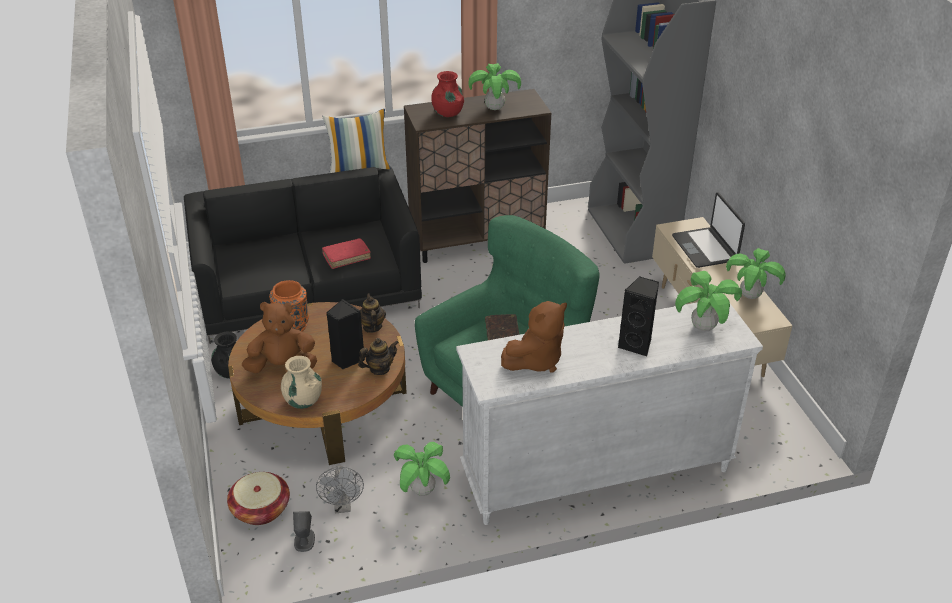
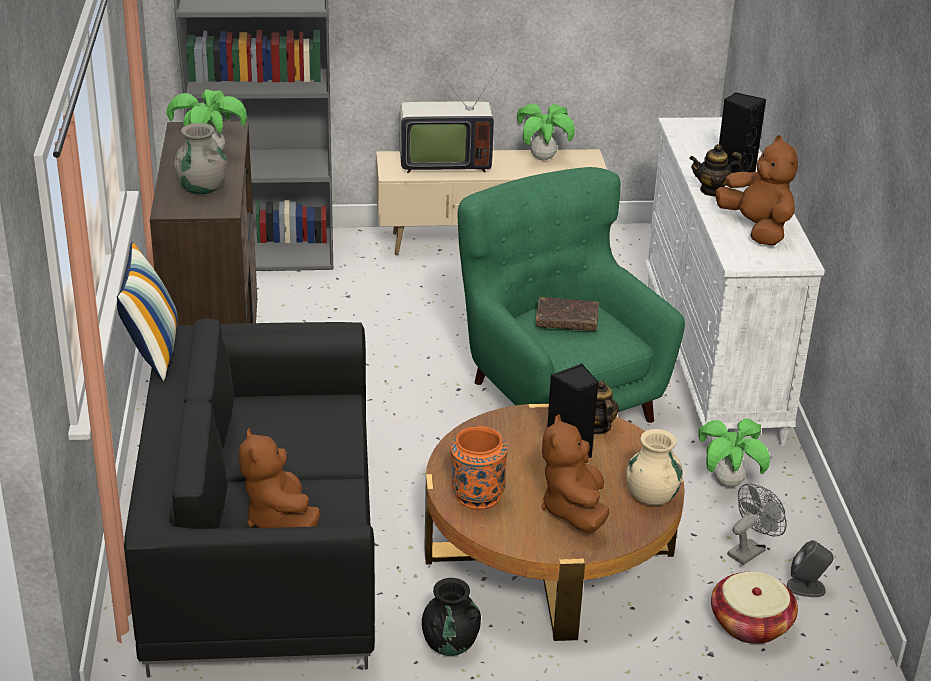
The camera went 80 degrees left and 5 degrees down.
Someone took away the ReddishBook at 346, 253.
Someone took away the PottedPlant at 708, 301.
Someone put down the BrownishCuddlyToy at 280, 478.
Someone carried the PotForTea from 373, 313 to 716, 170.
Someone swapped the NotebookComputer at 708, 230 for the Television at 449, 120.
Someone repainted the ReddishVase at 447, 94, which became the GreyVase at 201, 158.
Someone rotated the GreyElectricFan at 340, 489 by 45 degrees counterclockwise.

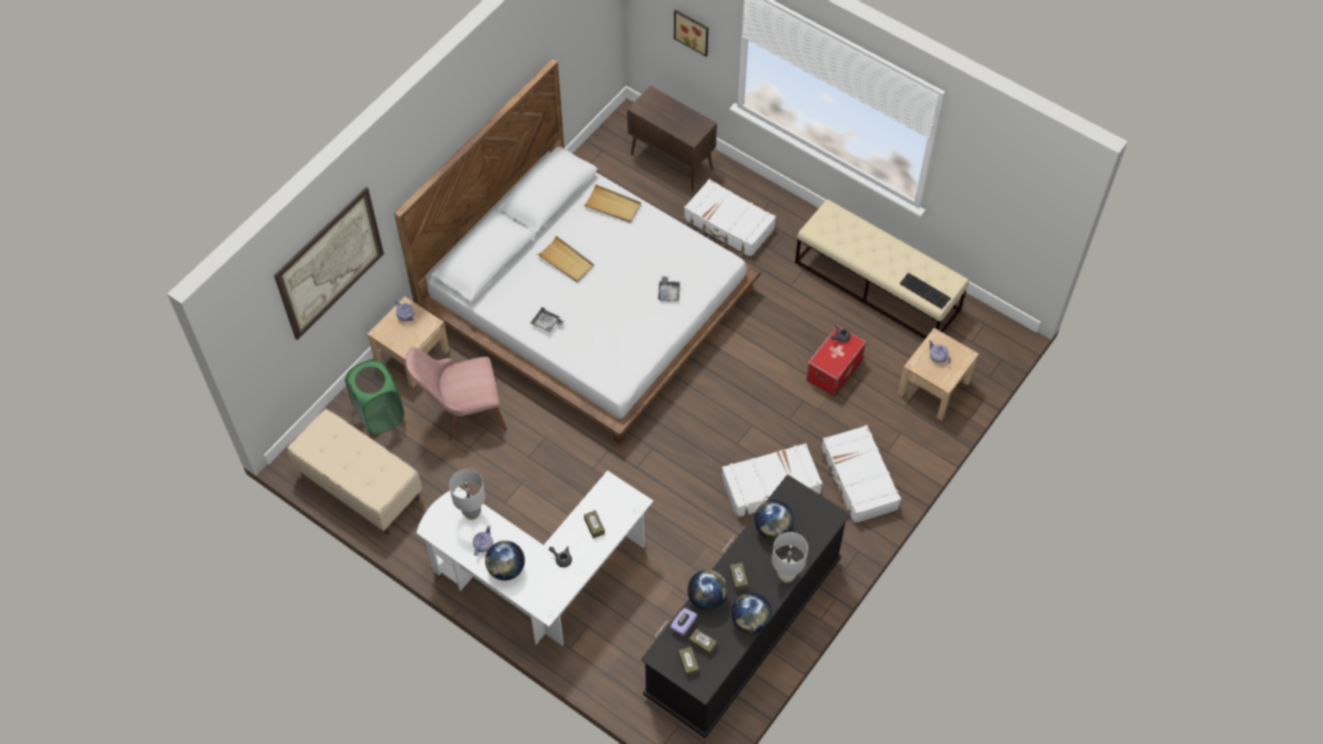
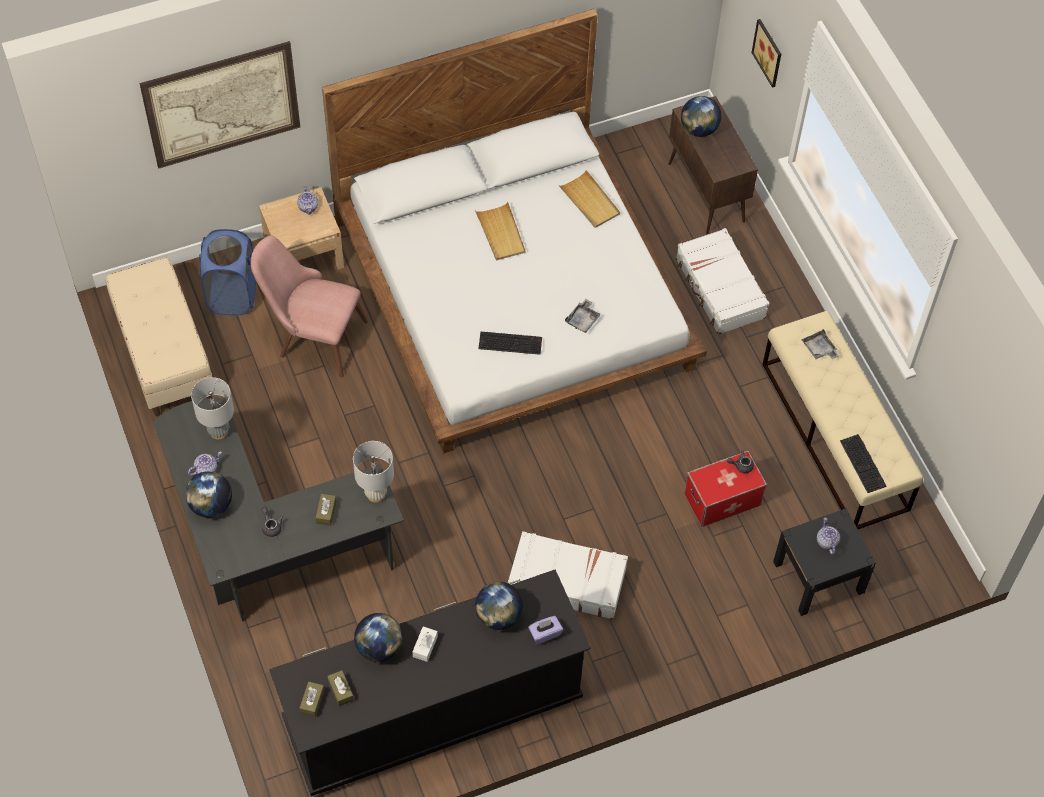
The camera went 30 degrees right and 0 degrees up.
Someone took away the WhiteColouredTravelCase at 861, 474.
Someone put down the PcKeyboard at 510, 343.
Someone carried the GreyTray from 548, 319 to 820, 344.
Someone carried the PurpleBoxOfTissues from 683, 622 to 545, 630.
Someone carried the DeskGlobe from 751, 613 to 701, 116.
Someone carried the WhiteColouredTableLamp from 790, 557 to 373, 472.
Someone repainted the GreenWashingBasket at 374, 397, which became the BlueWashingBasket at 227, 272.
Someone repainted the WhiteColouredDeskTable at 534, 558, which became the BlackColouredDeskTable at 278, 510.
Someone repainted the BrownishBoxOfTissues at 738, 577, which became the WhiteColouredBoxOfTissues at 425, 644.
Someone repainted the SandColouredNightstand at 938, 374, which became the BlackColouredNightstand at 824, 562.

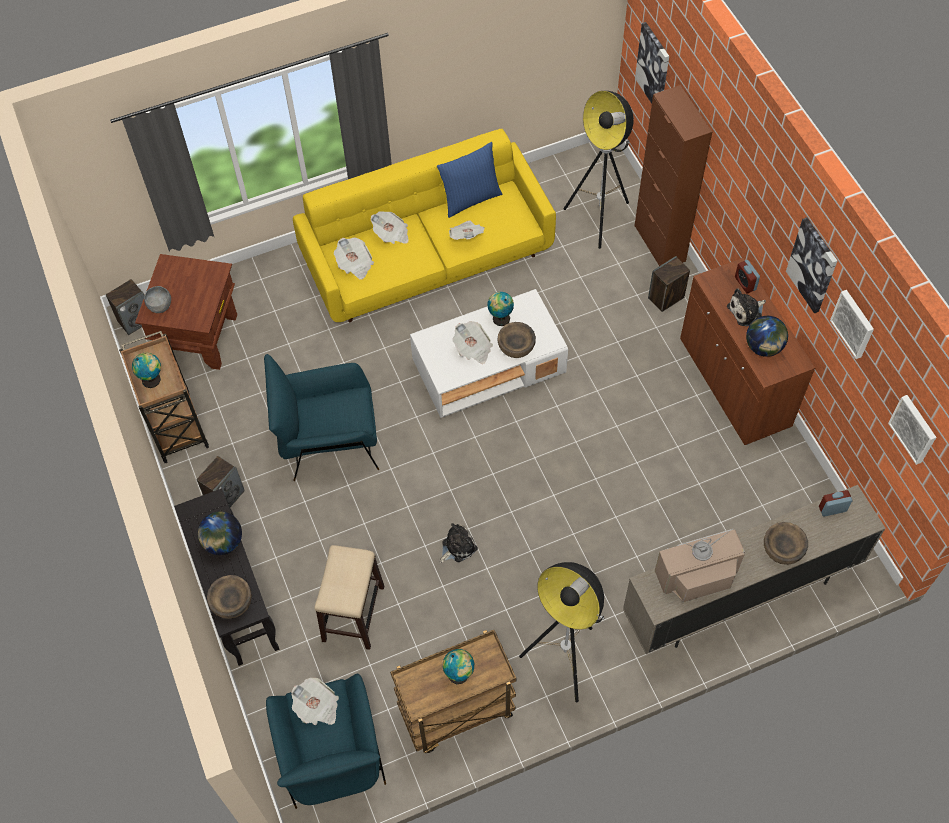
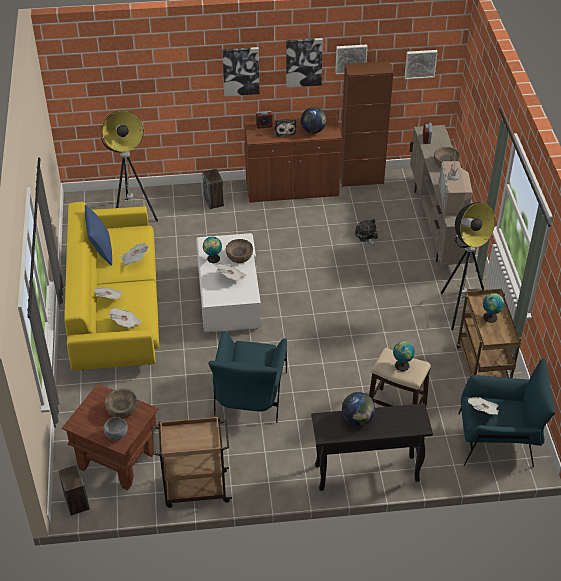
The camera went 75 degrees left and 15 degrees down.
Someone took away the Speaker at 221, 482.
Someone carried the DeskGlobe from 146, 370 to 404, 356.
Someone carried the BrownishServingBowl from 229, 597 to 121, 403.
Someone carried the CuddlyToy from 459, 543 to 366, 232.
Someone carried the Picture from 652, 63 to 240, 71.
Someone carried the BrownishCabinet from 673, 175 to 366, 124.

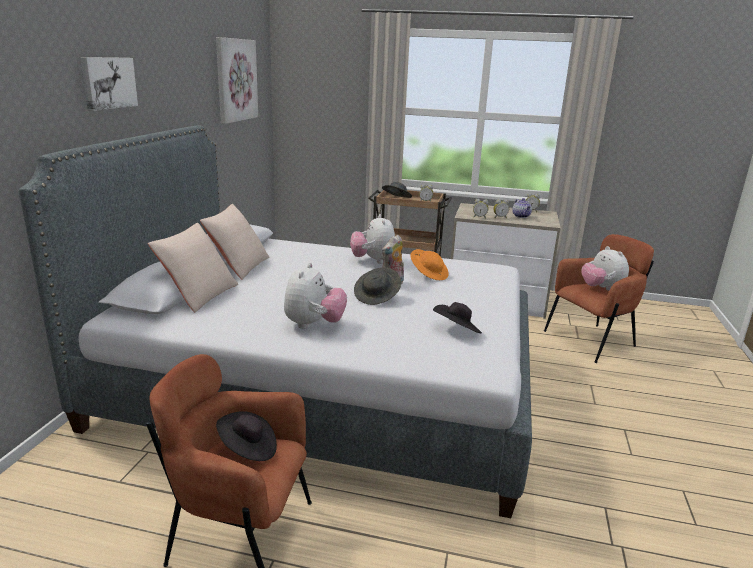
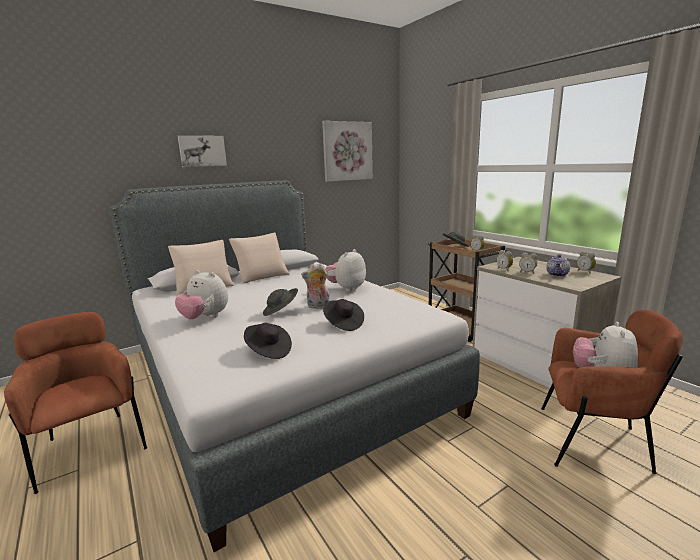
The camera went 45 degrees right and 5 degrees down.
Someone took away the OrangeWearableHat at 429, 264.
Someone carried the BlackColouredWearableHat from 246, 436 to 343, 315.
Someone rotated the CuddlyToy at 315, 296 by 60 degrees clockwise.

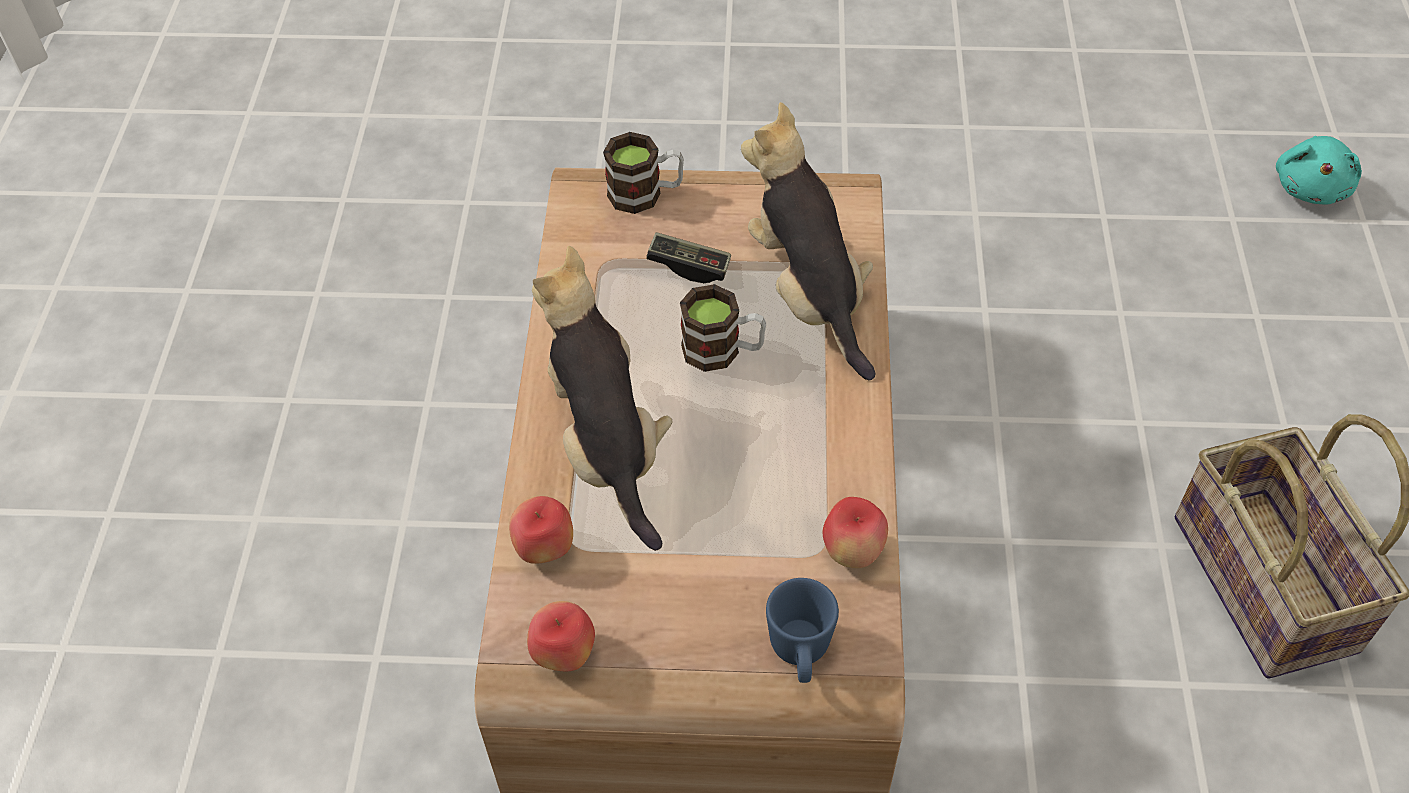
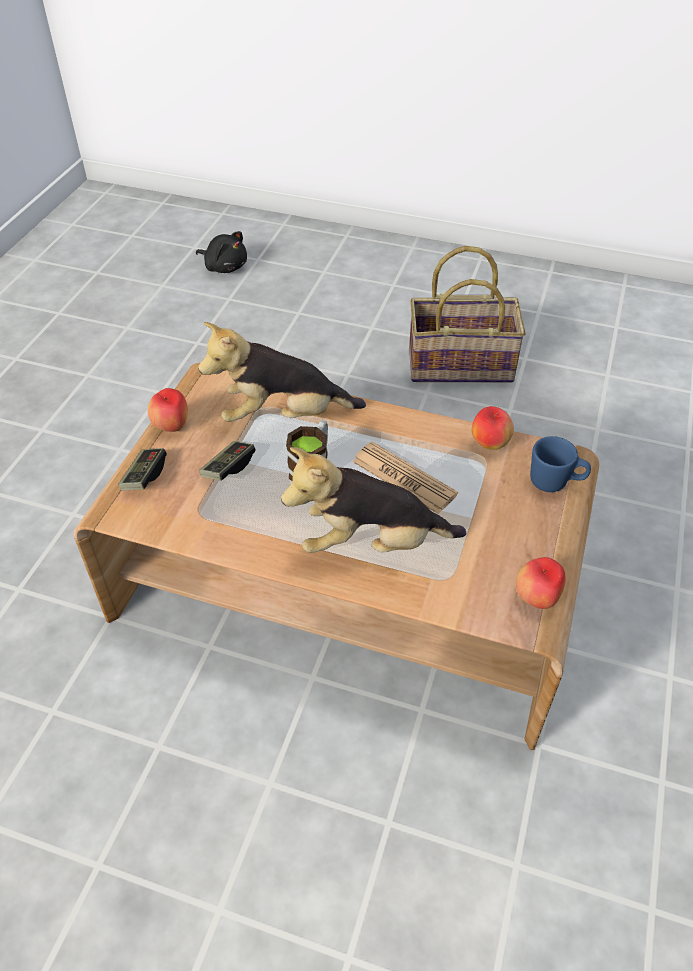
The camera went 75 degrees left and 5 degrees down.
Someone put down the Newspaper at 405, 478.
Someone carried the AppleFruit from 541, 530 to 168, 410.
Someone swapped the TeaMug at 643, 173 for the Joypad at 142, 469.
Someone repainted the TurquoiseCuddlyToy at 1319, 170, which became the BlackColouredCuddlyToy at 221, 252.

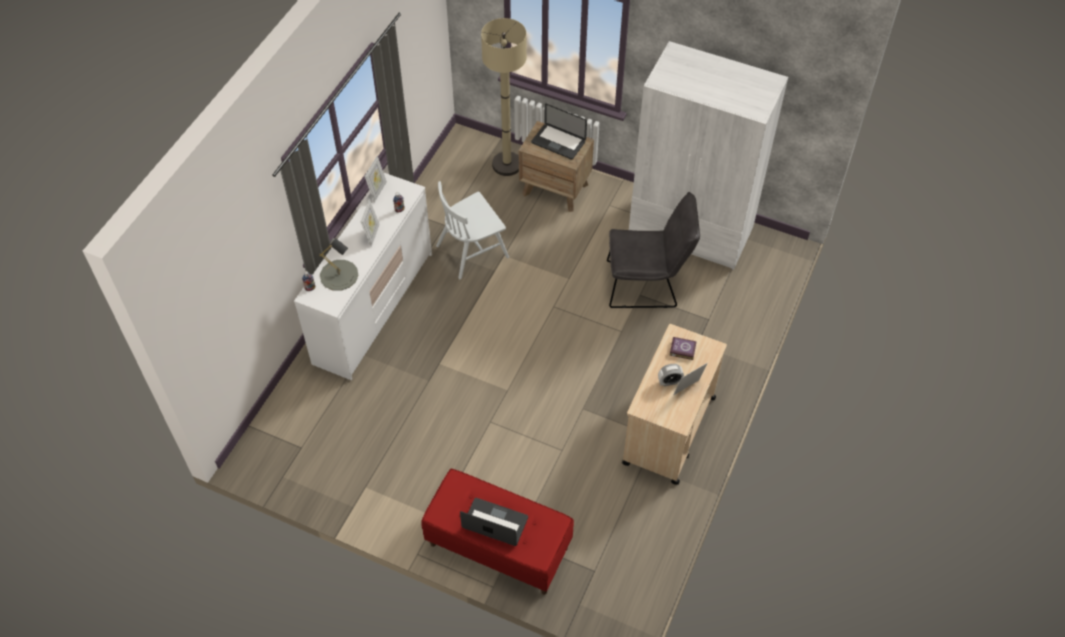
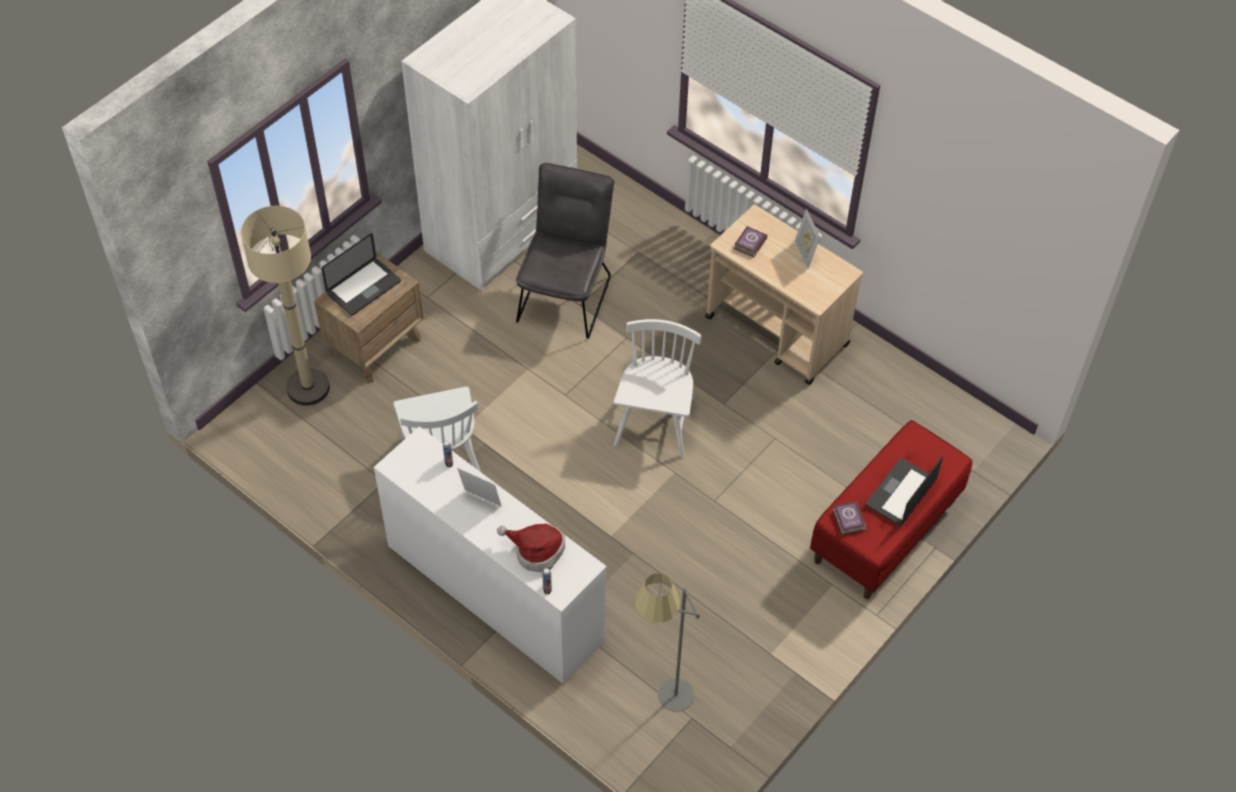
The camera went 75 degrees left and 0 degrees up.
Someone took away the PictureFrame at 375, 179.
Someone took away the BedsideClock at 671, 375.
Someone put down the WhiteColouredPlainChair at 657, 388.
Someone put down the GreyStandingLamp at 667, 642.
Someone put down the Book at 849, 518.
Someone swapped the GreyTableLamp at 339, 264 for the WearableHat at 531, 547.

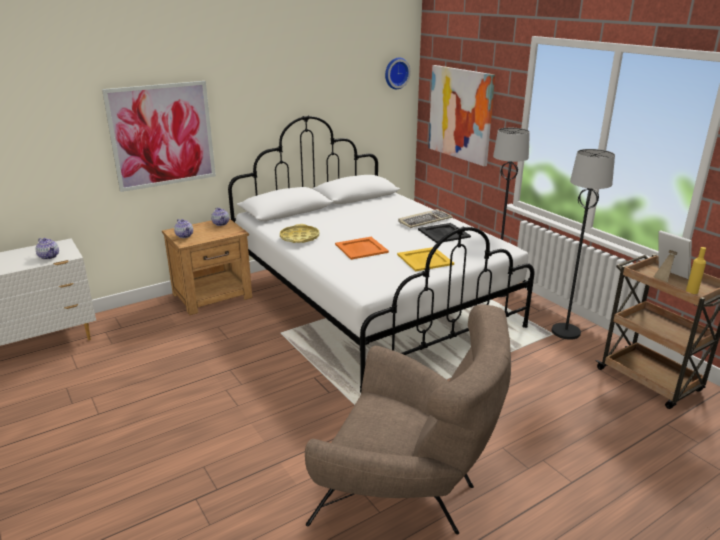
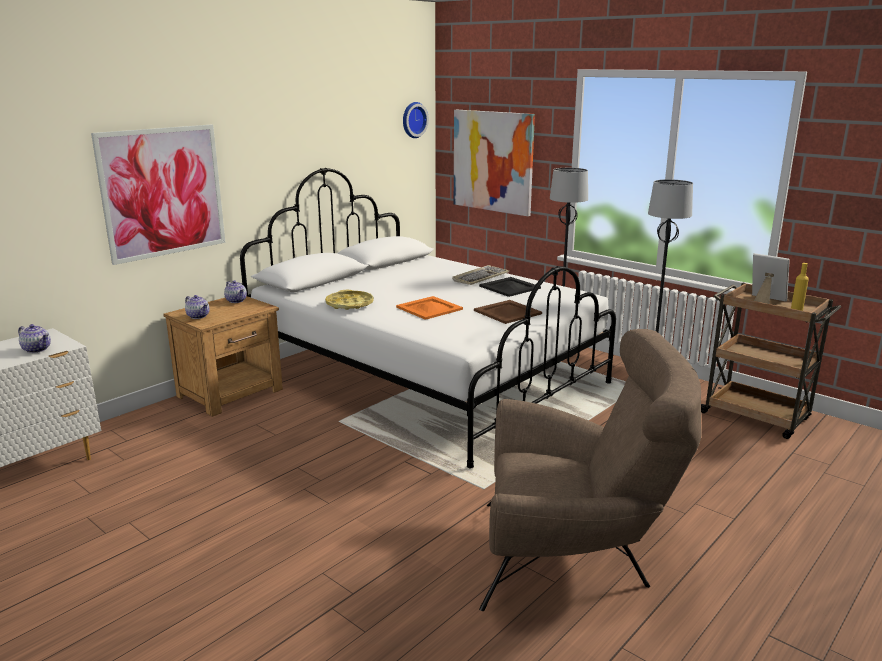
The camera went 15 degrees left and 5 degrees down.
Someone repainted the YellowishTray at 425, 259, which became the BrownishTray at 508, 312.

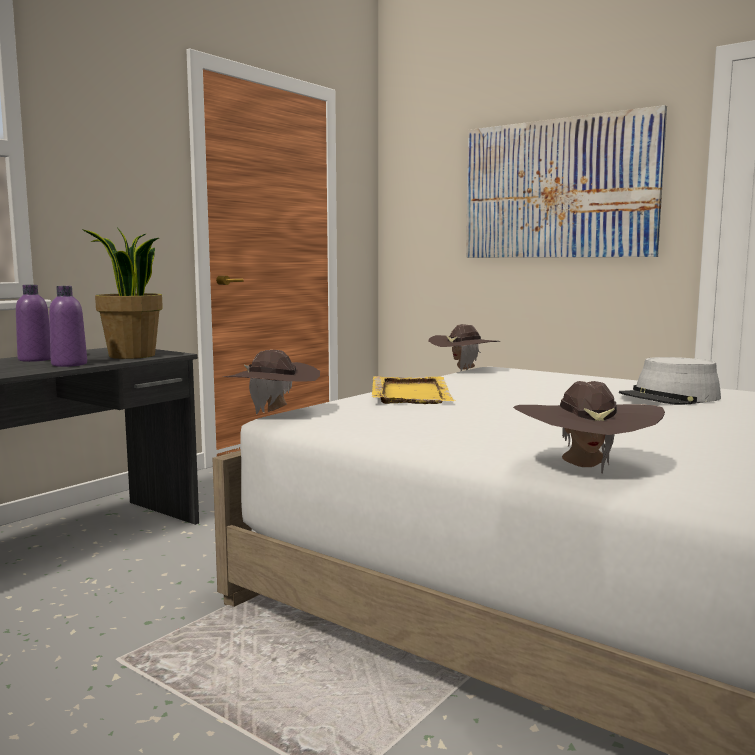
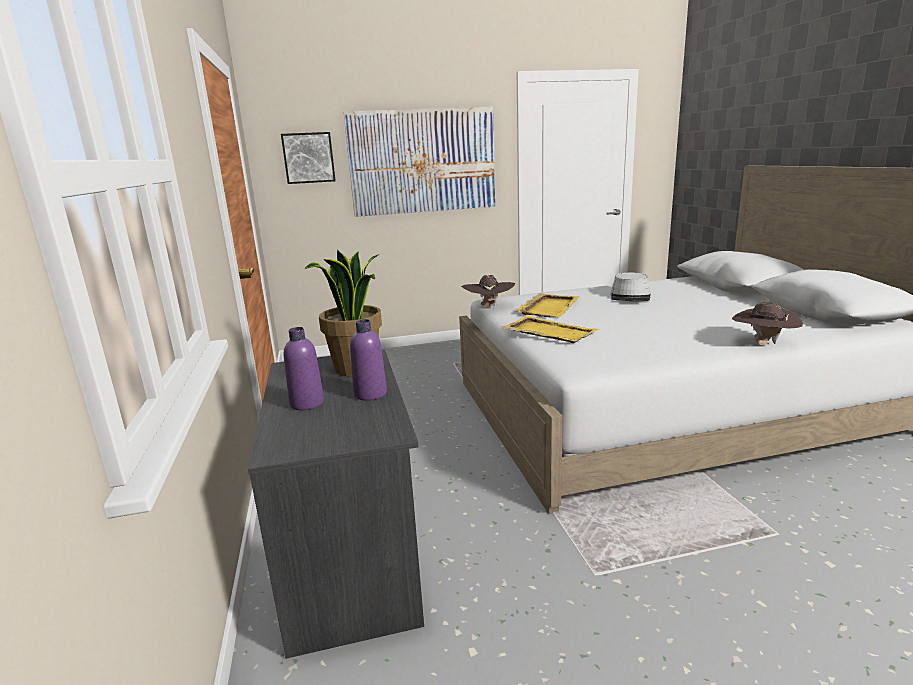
The camera went 50 degrees left and 10 degrees up.
Someone took away the BrownishWearableHat at 272, 382.
Someone put up the Picture at 308, 158.
Someone put down the YellowishTray at 548, 305.

